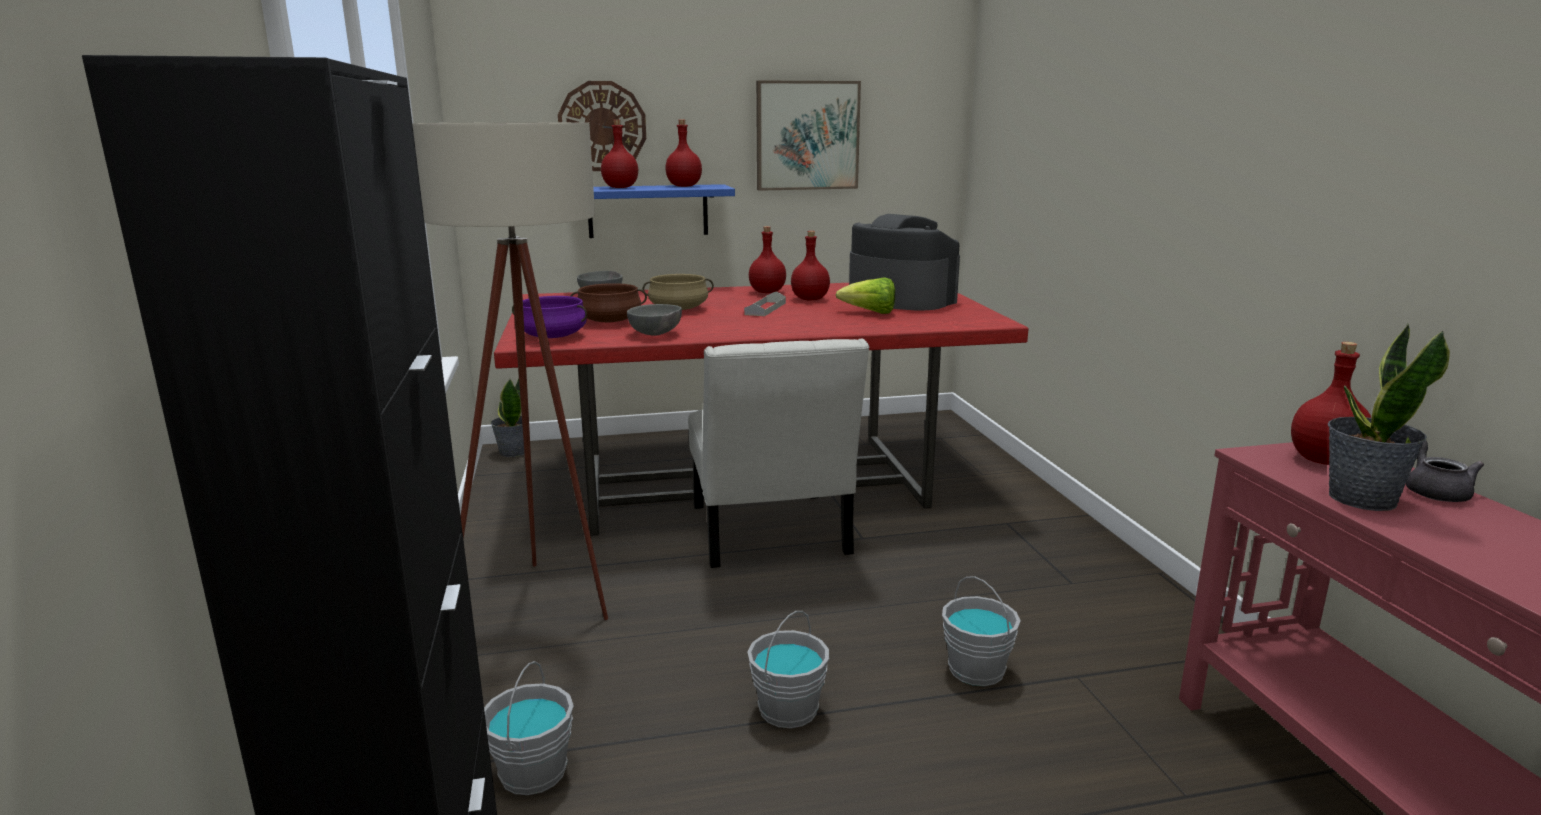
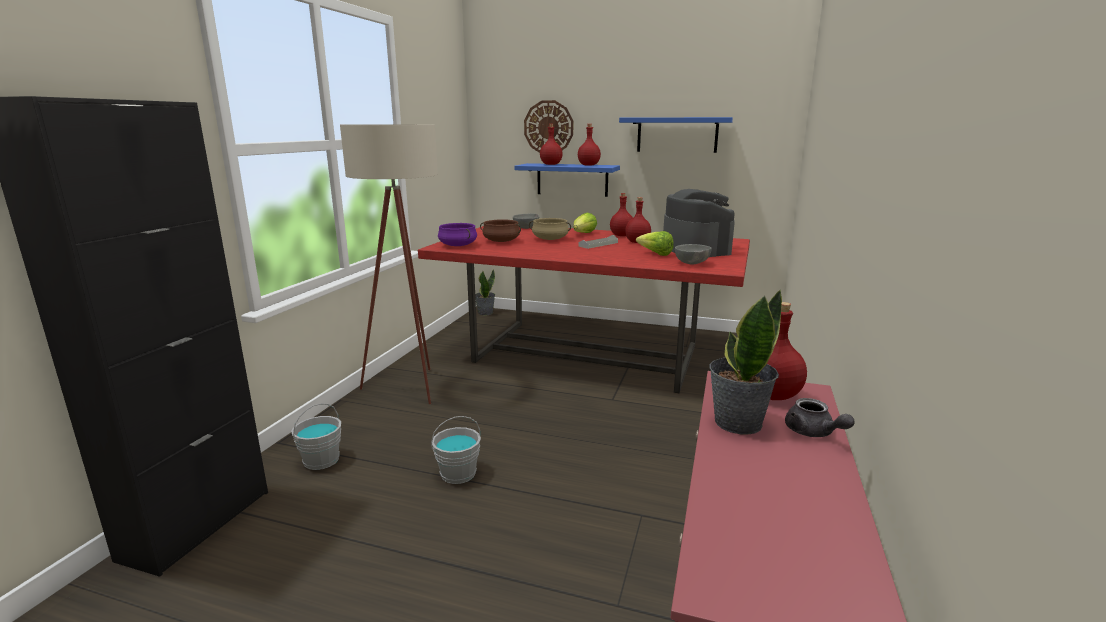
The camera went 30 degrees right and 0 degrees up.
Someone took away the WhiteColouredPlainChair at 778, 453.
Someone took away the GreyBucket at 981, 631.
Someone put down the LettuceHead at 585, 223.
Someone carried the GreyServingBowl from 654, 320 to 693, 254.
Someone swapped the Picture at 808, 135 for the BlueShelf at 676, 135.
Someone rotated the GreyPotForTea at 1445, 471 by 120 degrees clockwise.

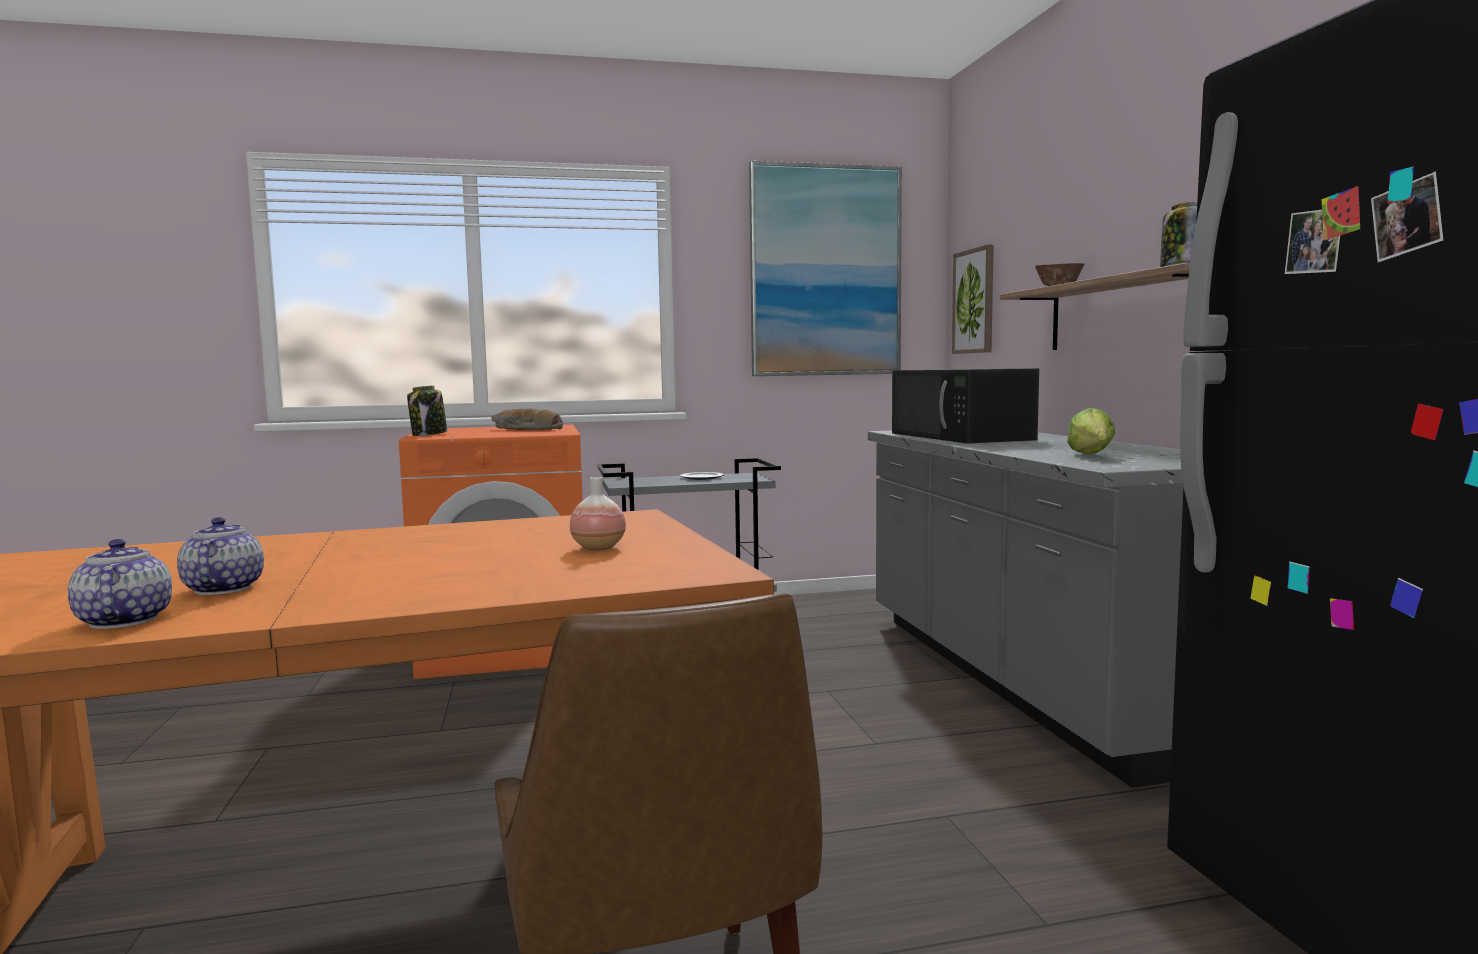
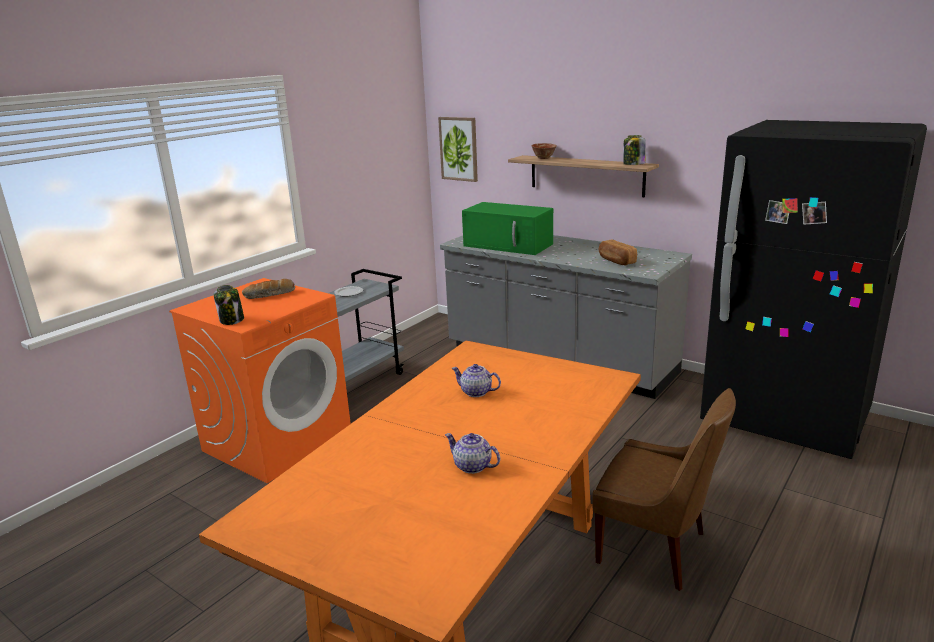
The camera went 40 degrees left and 15 degrees up.
Someone took away the Vase at 598, 514.
Someone took away the Picture at 825, 268.
Someone carried the PotForTea from 120, 584 to 476, 380.
Someone swapped the LettuceHead at 1091, 431 for the BakeryBread at 618, 252.
Someone repainted the BlackColouredMicrowave at 965, 406, which became the GreenMicrowave at 507, 228.

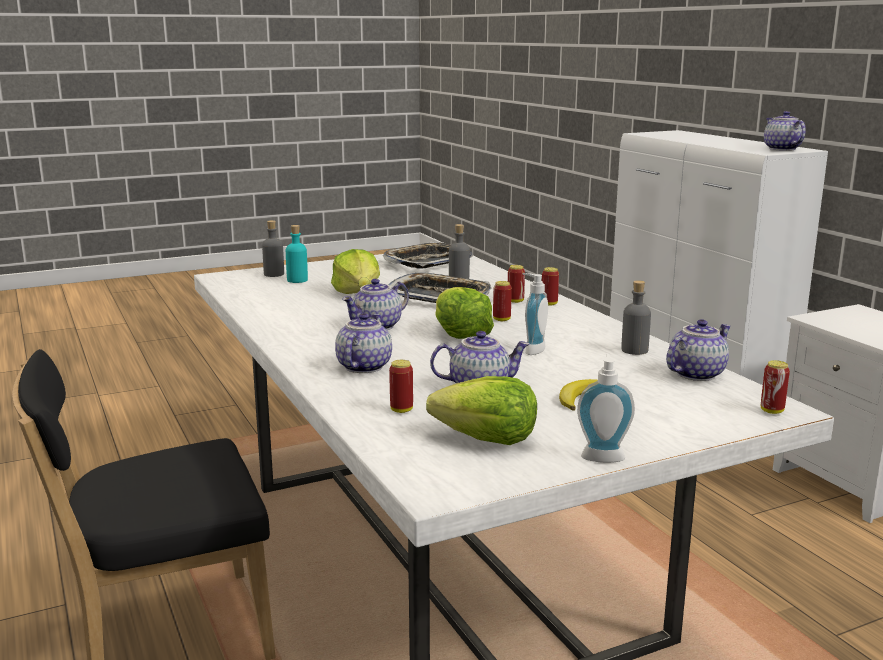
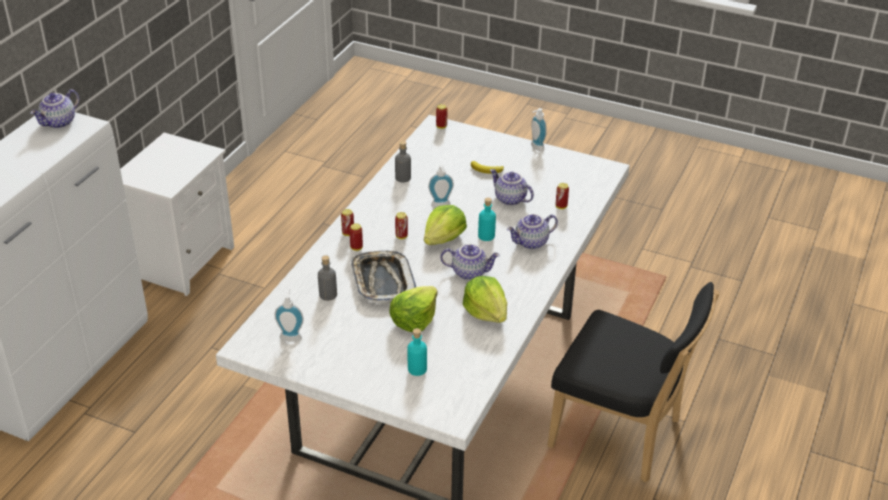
The camera went 130 degrees left and 20 degrees up.
Someone took away the GreyBottle at 273, 248.
Someone took away the PotForTea at 698, 350.
Someone put down the TurquoiseBottle at 487, 219.
Someone carried the LettuceHead from 481, 410 to 485, 299.
Someone swapped the Tray at 428, 255 for the SoapDispenser at 289, 315.

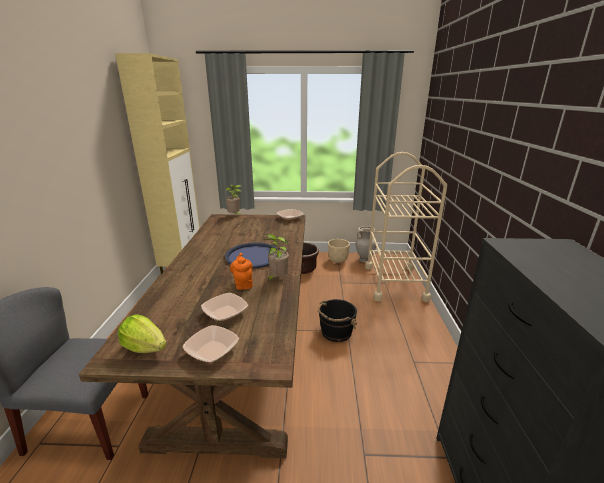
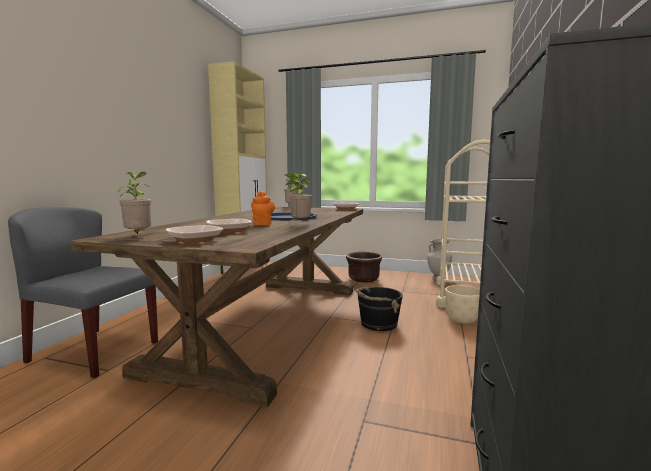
The camera went 15 degrees right and 15 degrees down.
Someone carried the SandColouredPlanter from 339, 251 to 462, 304.
Someone swapped the LettuceHead at 142, 334 for the PottedPlant at 134, 203.

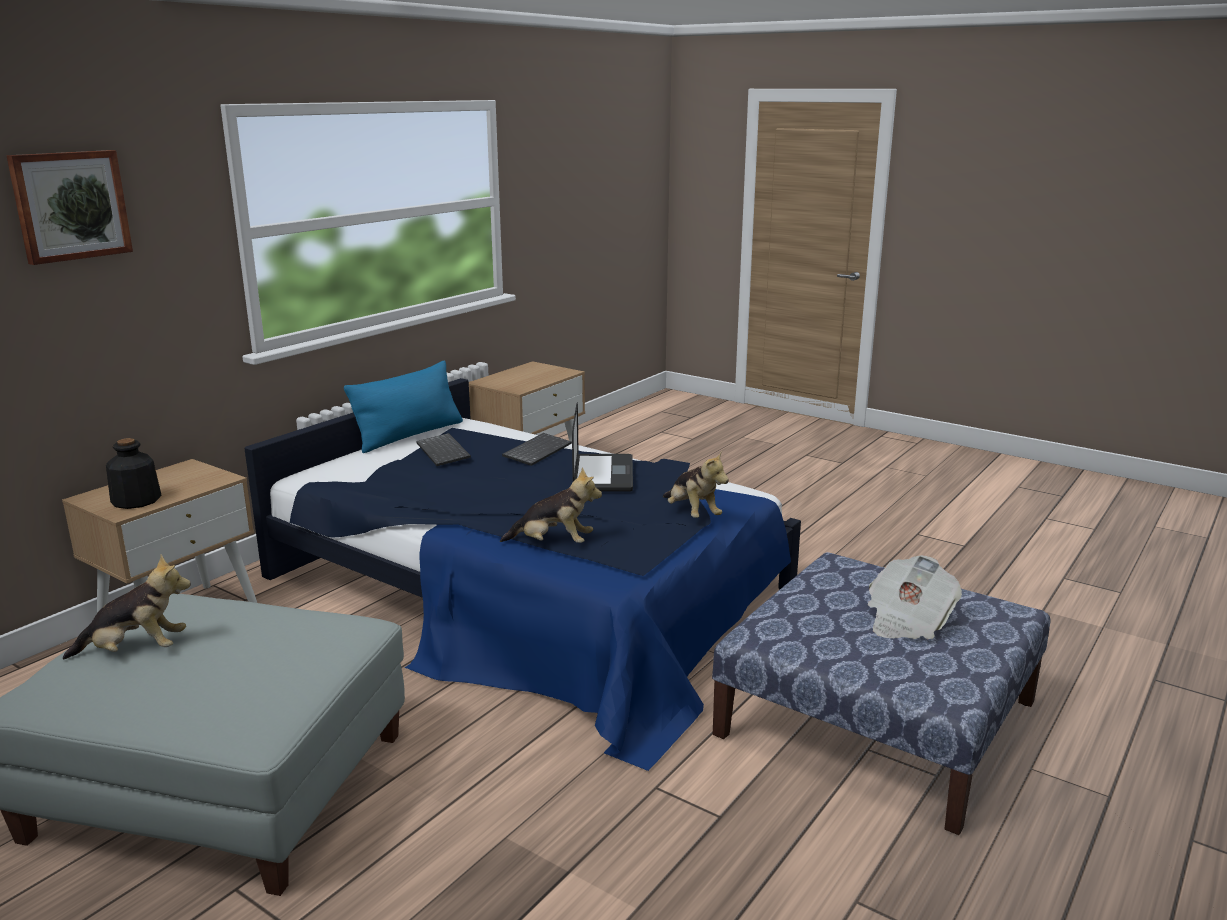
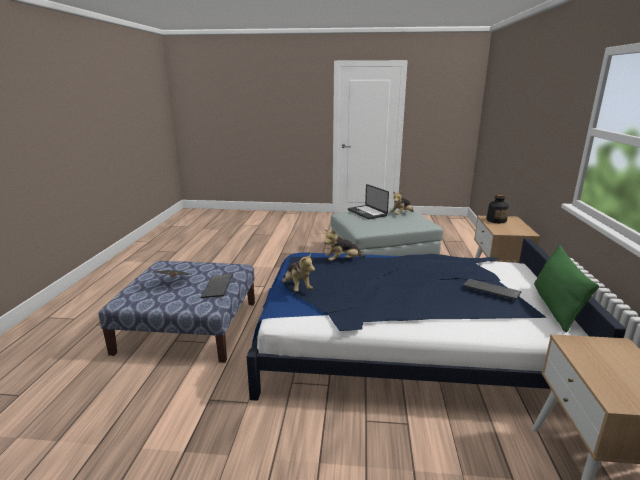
The camera went 150 degrees right and 0 degrees up.
Someone took away the Picture at 69, 207.
Someone carried the PcKeyboard from 537, 449 to 217, 286.
Someone carried the NotebookComputer from 602, 447 to 368, 201.
Someone repainted the BlueThrowPillow at 403, 406, which became the GreenThrowPillow at 566, 288.
Someone rotated the CuddlyToy at 696, 484 by 150 degrees counterclockwise.

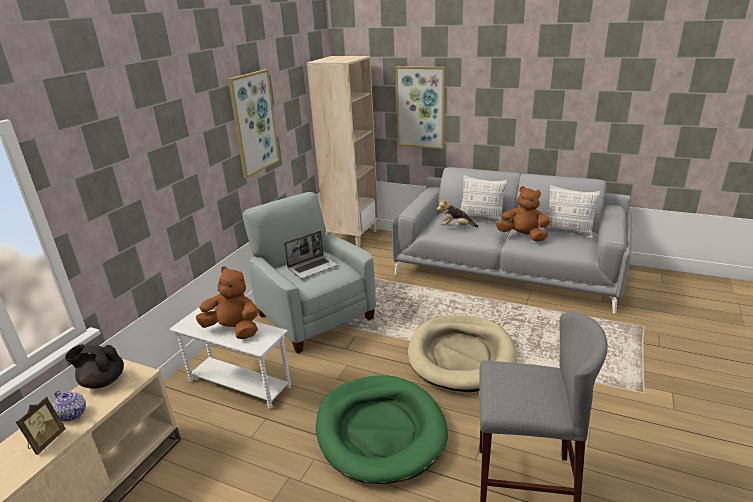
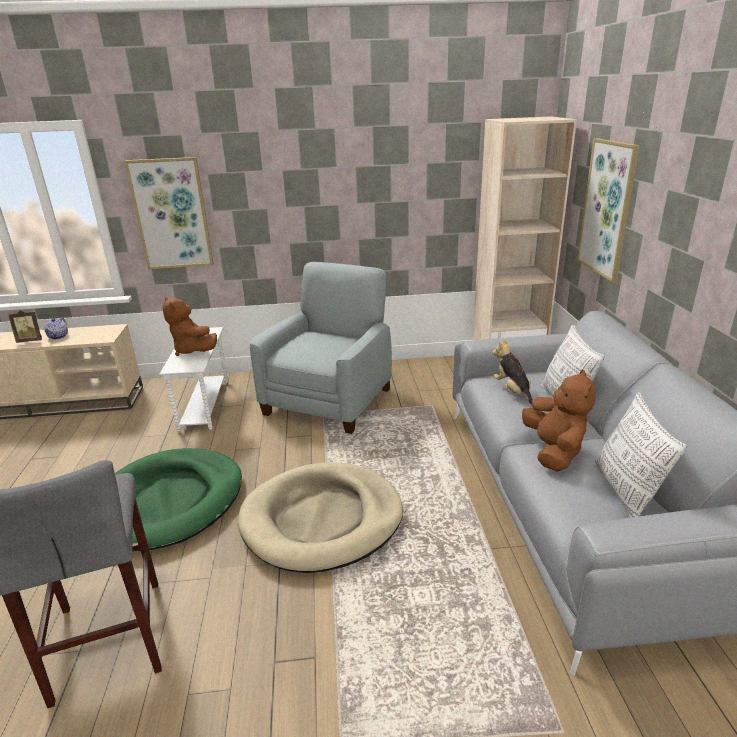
The camera went 60 degrees right and 0 degrees up.
Someone took away the BlackColouredPotForTea at 94, 366.
Someone took away the NotebookComputer at 311, 255.
Someone carried the Picture from 254, 123 to 169, 213.
Someone rotated the BrownishCuddlyToy at 227, 302 by 150 degrees clockwise.

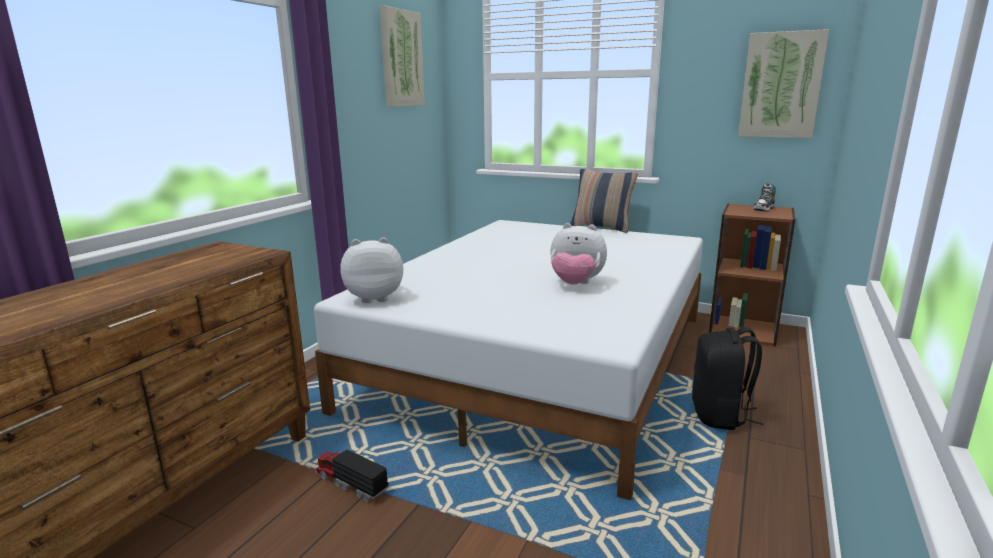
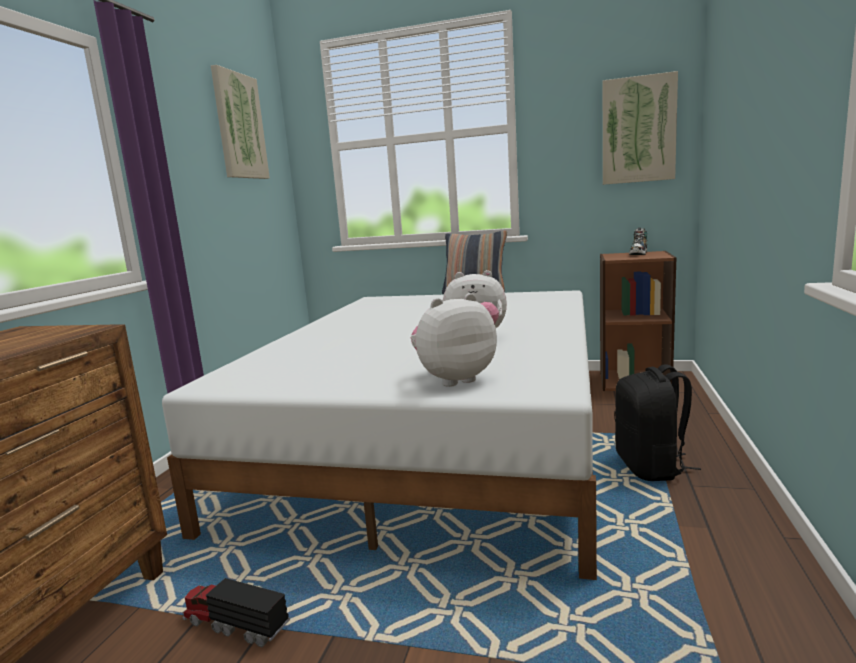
The camera went 10 degrees left and 5 degrees down.
Someone carried the CuddlyToy from 371, 270 to 454, 340.

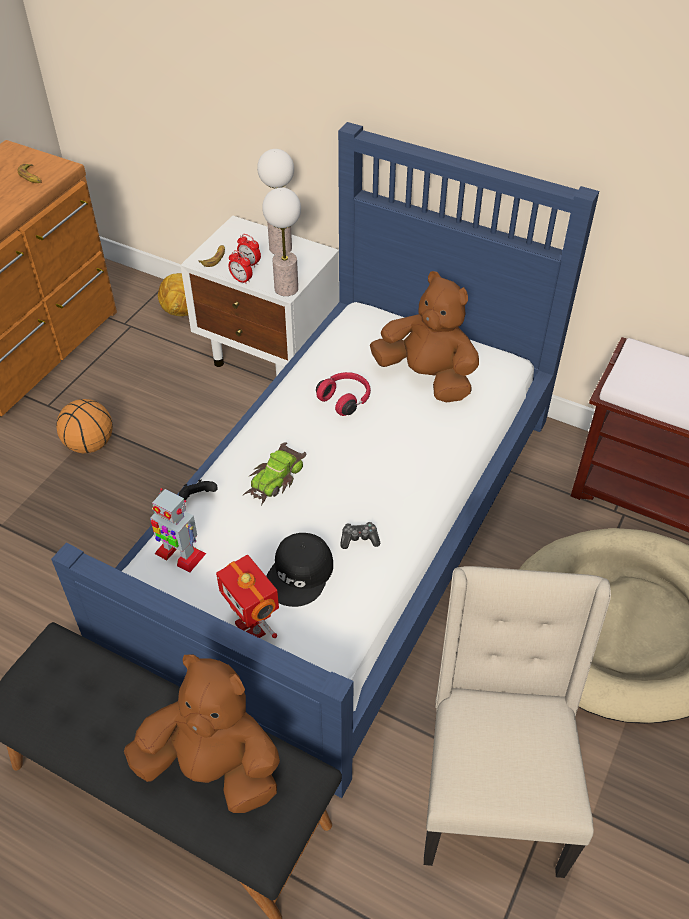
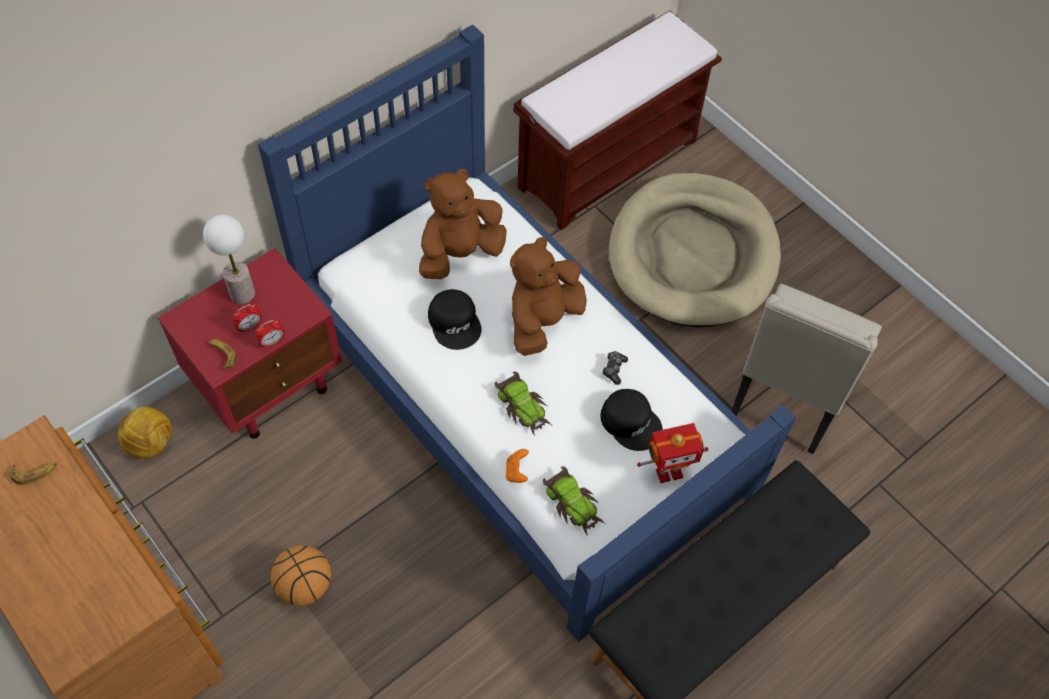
The camera went 70 degrees left and 10 degrees up.
Someone took away the TableLamp at 281, 242.
Someone carried the BrownishCuddlyToy from 202, 734 to 548, 296.
Someone swapped the ToyRobot at 178, 530 for the ToyCar at 574, 501.
Someone swapped the ReddishHeadphones at 343, 394 for the BlackColouredPeakedCap at 455, 319.
Someone repainted the BlackColouredJoypad at 198, 489, which became the OrangeJoypad at 517, 466.
Someone repainted the WhiteColouredNightstand at 259, 296, which became the ReddishNightstand at 249, 343.
Someone rotated the SandColouredPlainChair at 517, 722 by 90 degrees counterclockwise.

